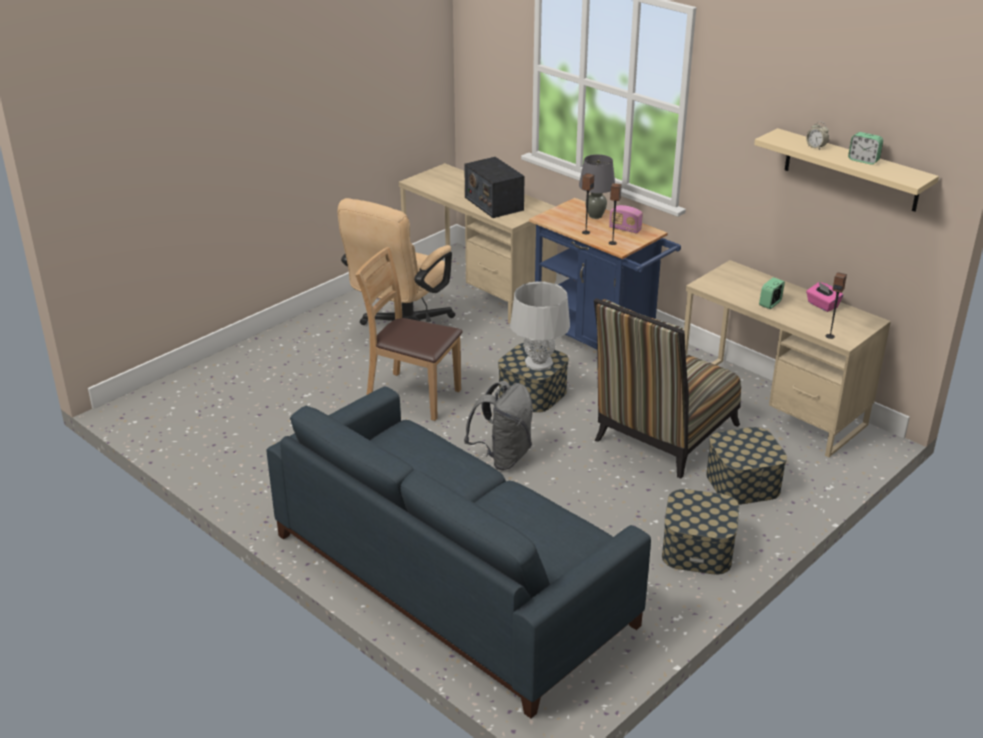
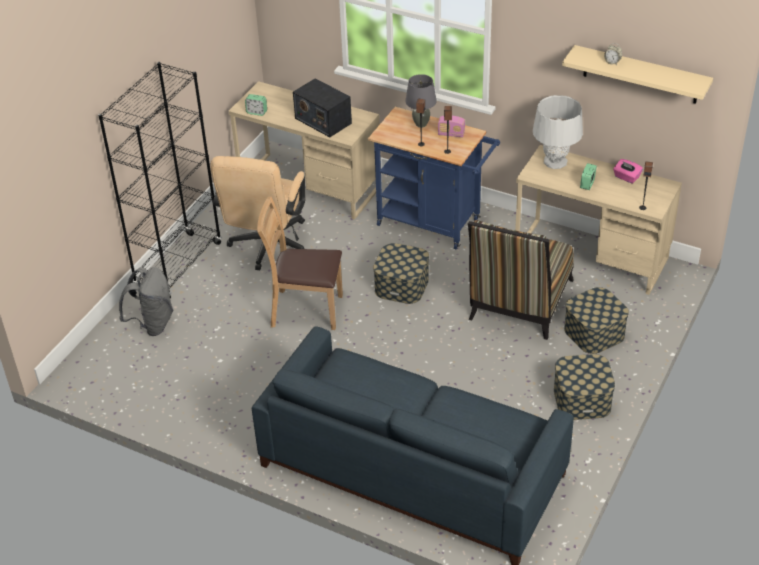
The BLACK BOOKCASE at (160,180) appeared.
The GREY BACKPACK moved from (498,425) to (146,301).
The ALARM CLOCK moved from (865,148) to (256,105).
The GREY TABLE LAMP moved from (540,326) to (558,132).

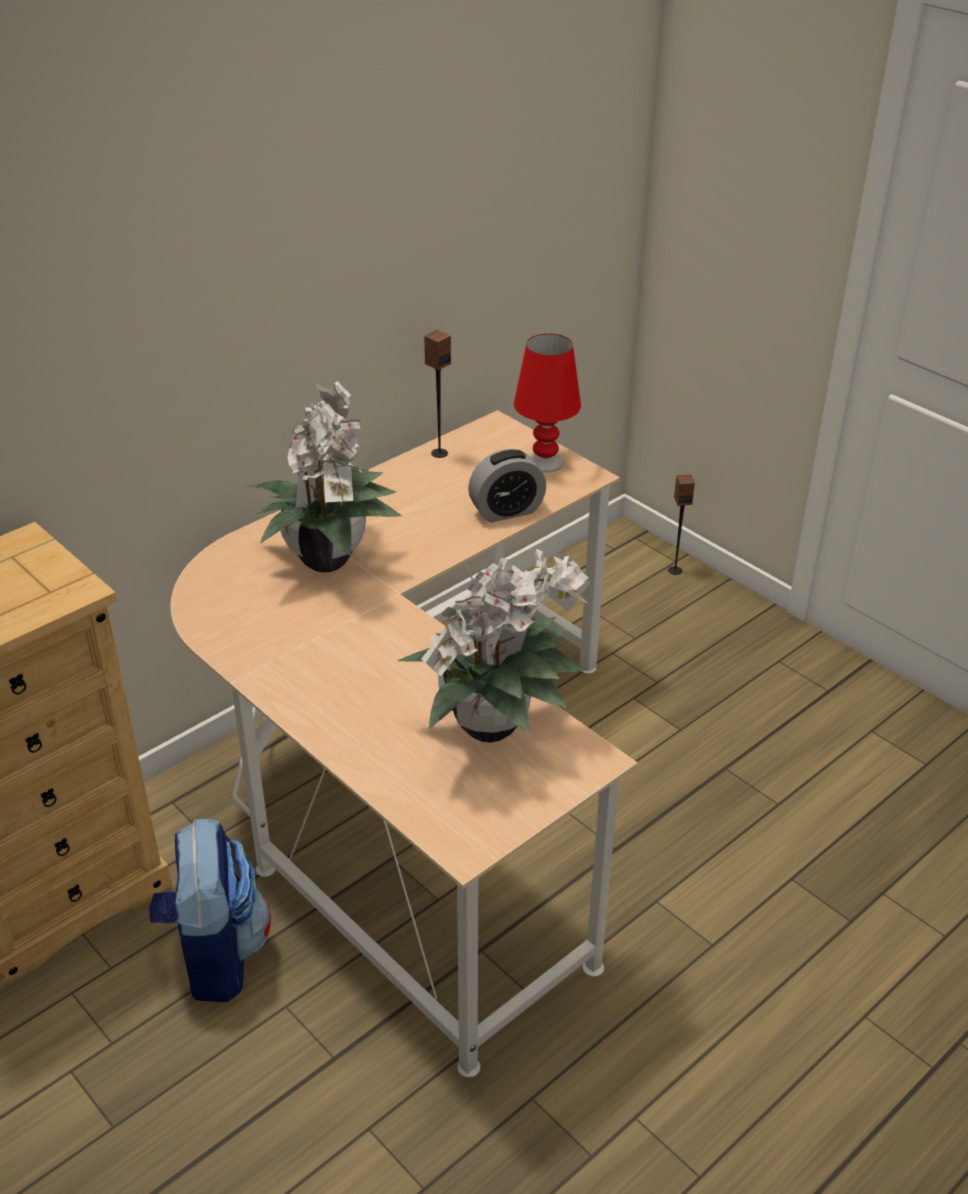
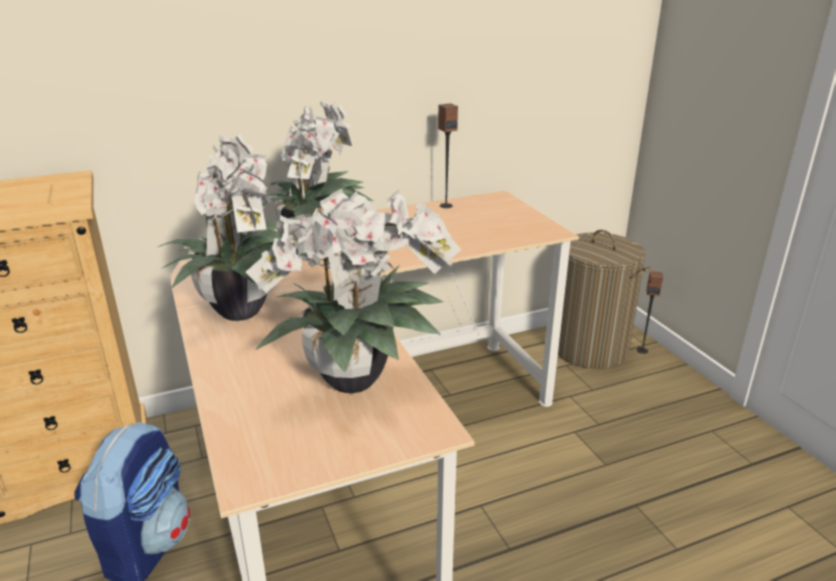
The POTTED PLANT at (232,227) appeared.
The LAUNDRY BASKET at (605,299) appeared.
The ALARM CLOCK at (507,486) disappeared.
The RED TABLE LAMP at (547,403) disappeared.

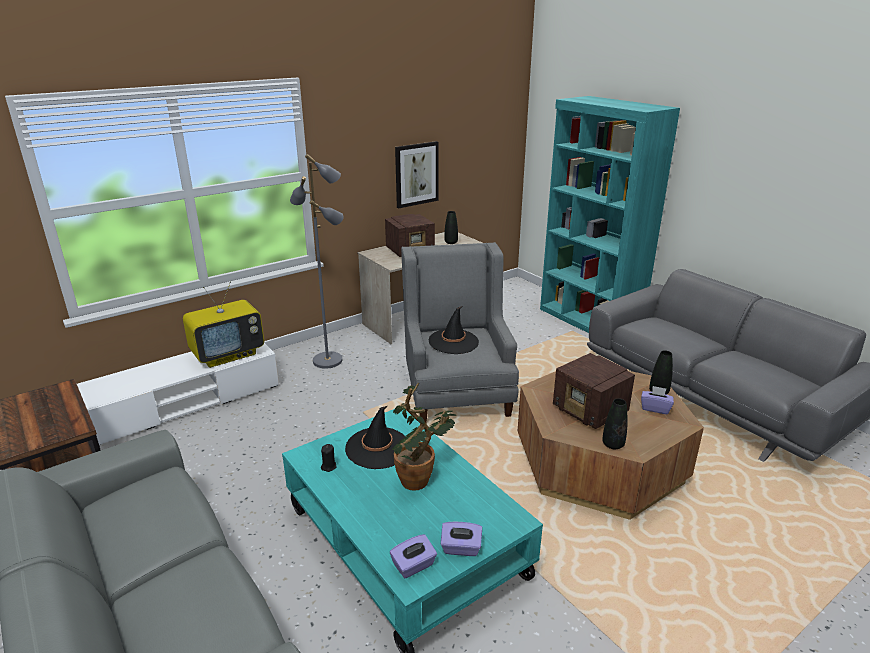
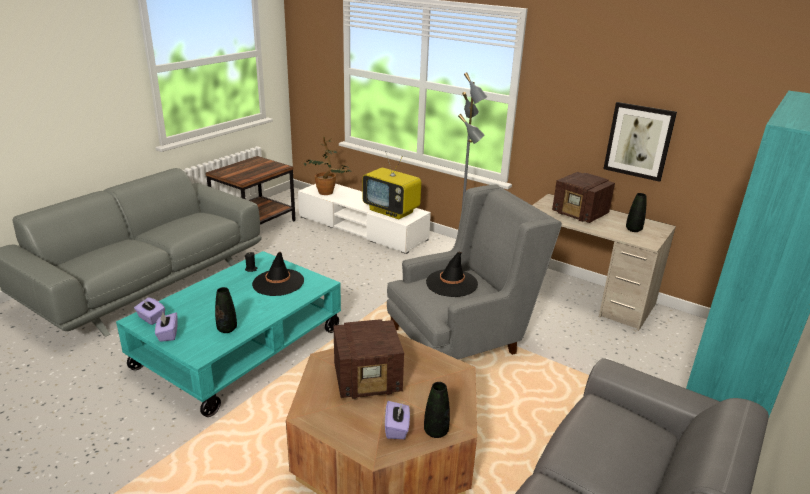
The BLACK VASE moved from (615,424) to (226,310).
The POTTED PLANT moved from (424,437) to (328,166).
The RADIO at (594,391) turned 135 degrees counterclockwise.

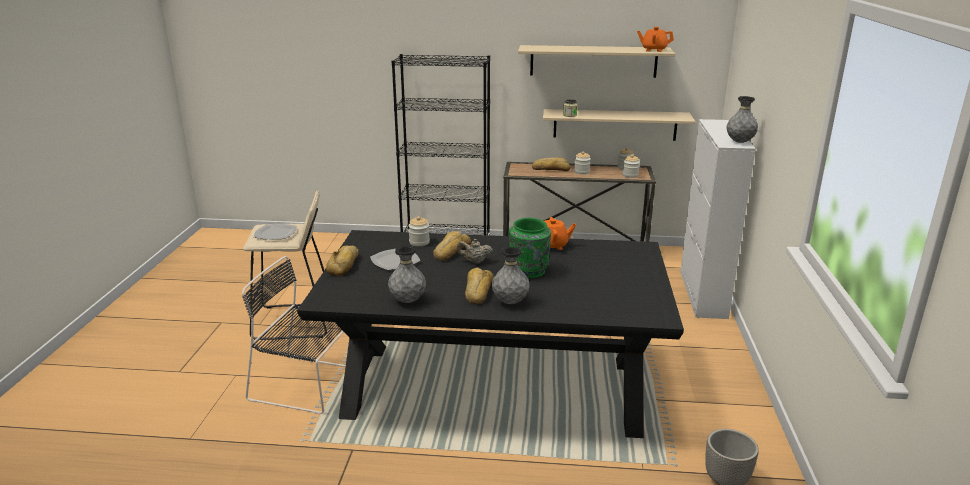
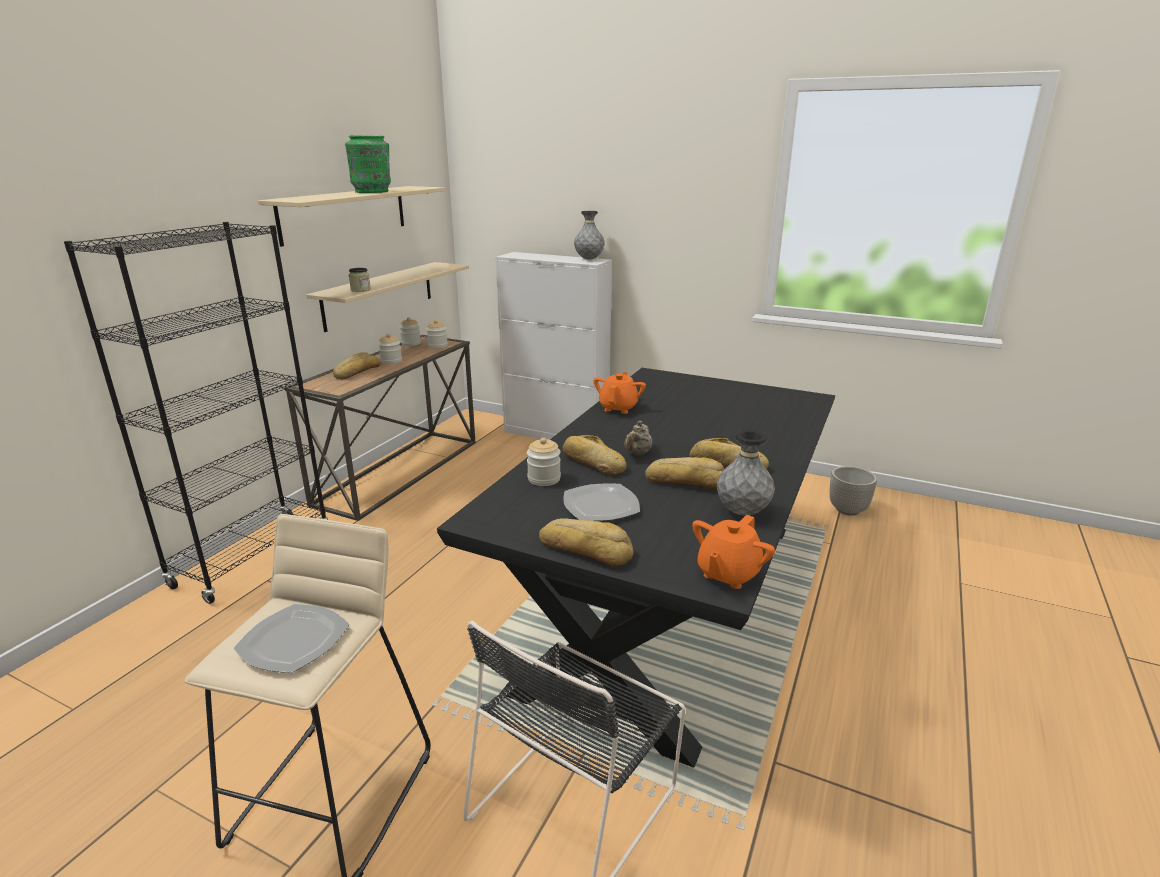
The GREEN VASE moved from (530,248) to (368,164).
The BREAD at (684,474) appeared.
The ORANGE TEAPOT moved from (655,39) to (733,551).
The GREY VASE at (511,275) disappeared.

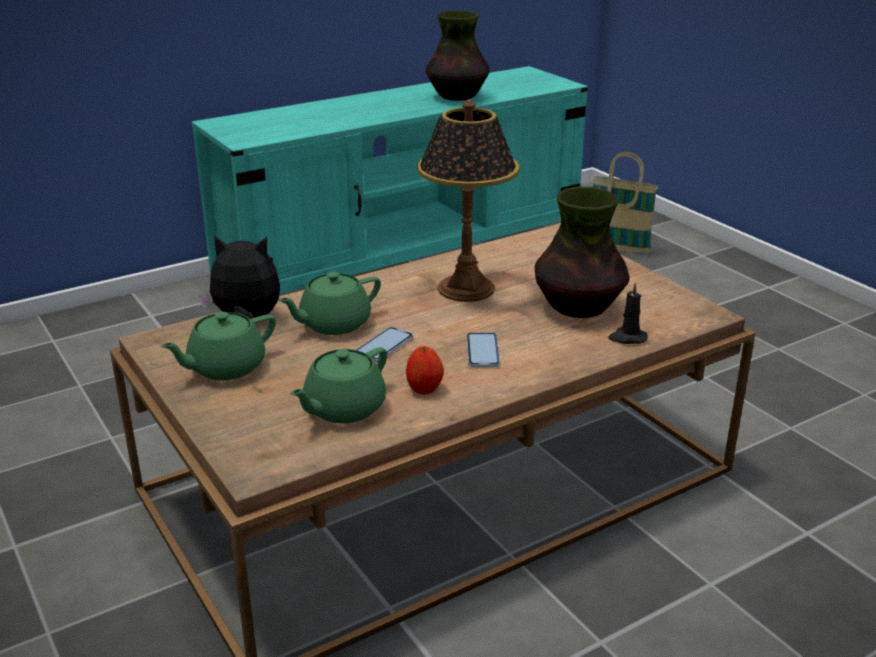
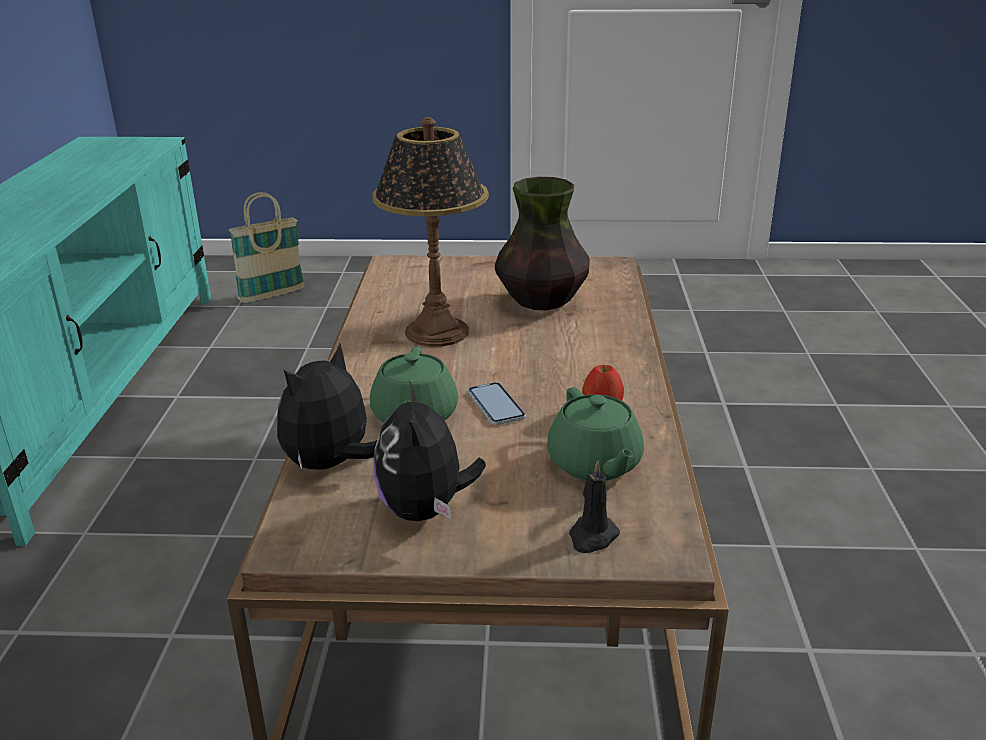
The GREEN TEAPOT at (218,346) was replaced by the PLUSH TOY at (429,451).
The BLACK CANDLE moved from (628,313) to (594,506).
The VASE at (458,56) disappeared.
The PHONE at (483,350) disappeared.

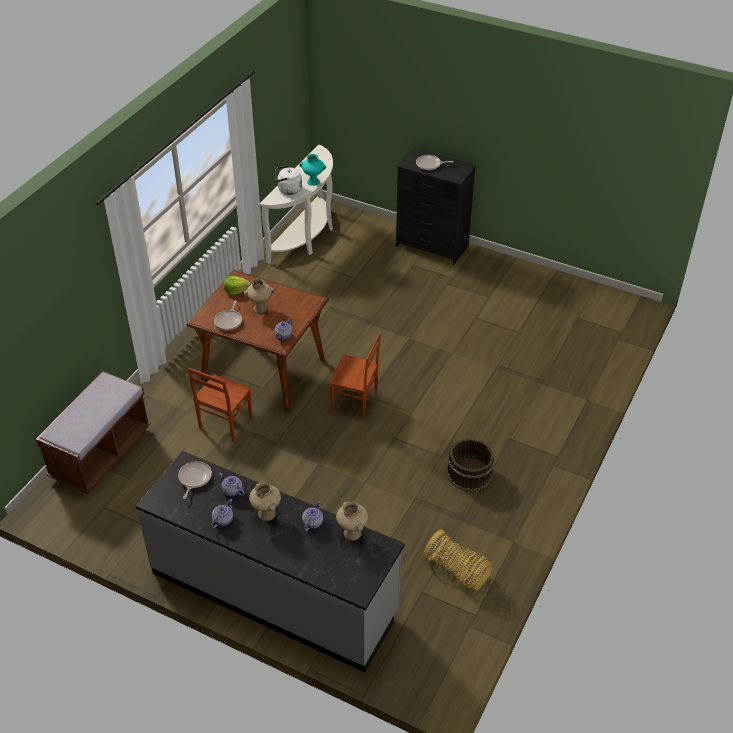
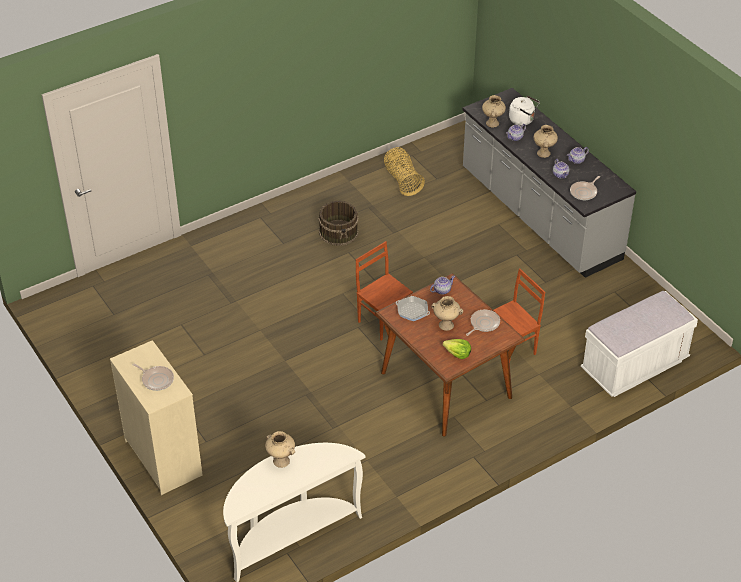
The BLACK DRESSER at (436,206) became the BEIGE DRESSER at (156,417).
The TURQUOISE VASE at (312,170) became the BEIGE VASE at (280,449).
The FRYING PAN at (413,308) appeared.
The WHITE KETTLE moved from (288,180) to (524,111).
The BROWN BENCH at (93,432) became the WHITE BENCH at (639,344).

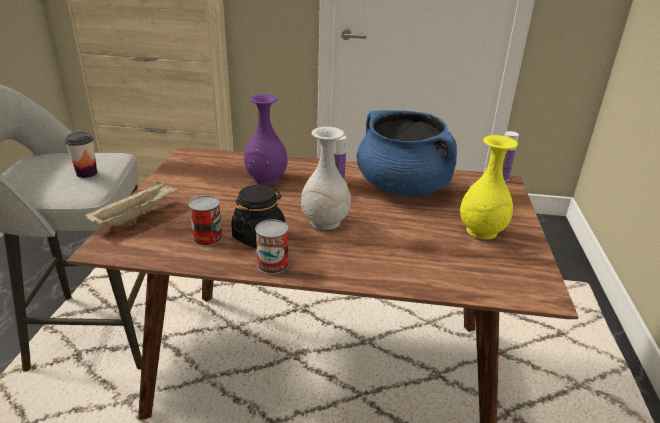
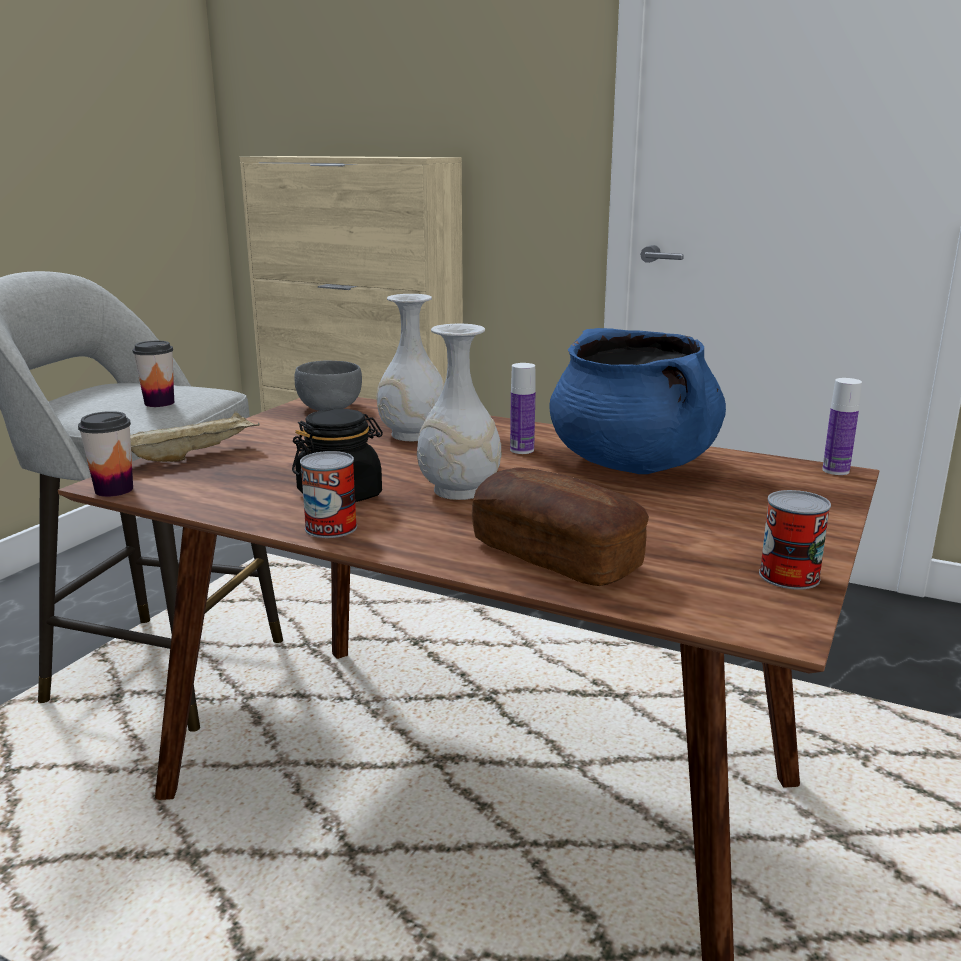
The CUP at (105,454) appeared.
The GREY BOWL at (328,386) appeared.
The PURPLE VASE at (266,139) became the WHITE VASE at (410,367).
The BREAD at (560,526) appeared.
The CAN moved from (206,220) to (795,540).
The YELLOW VASE at (489,187) disappeared.

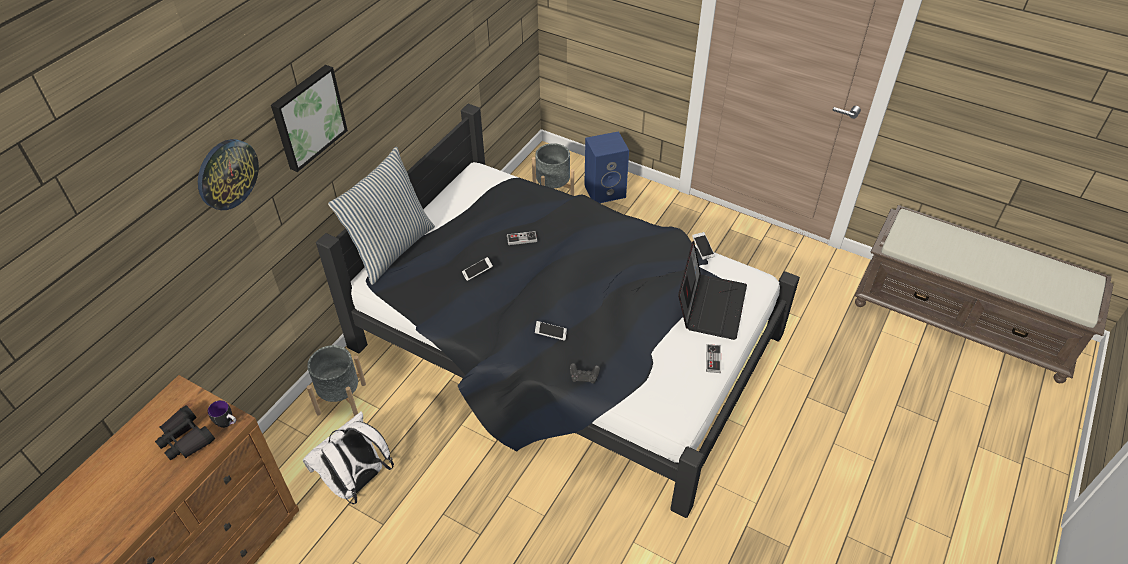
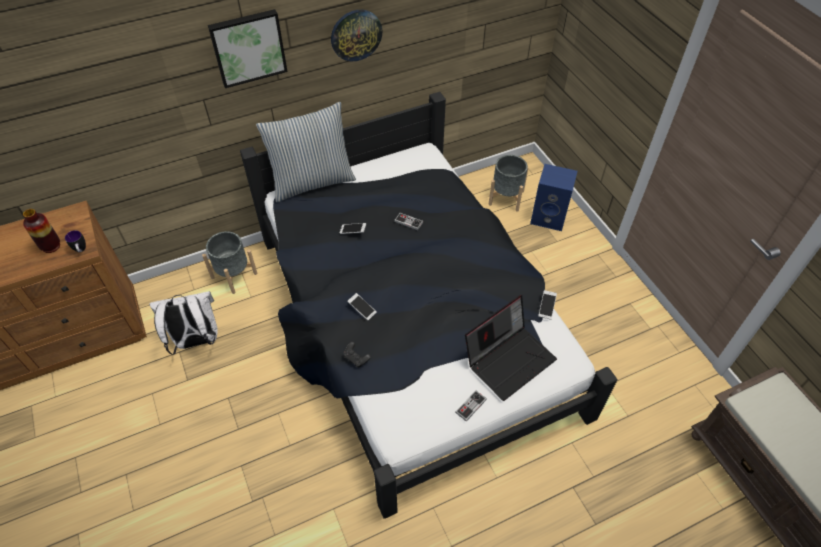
The BLACK BINOCULARS at (185,432) was replaced by the VASE at (41,231).
The WALL CLOCK moved from (228,174) to (356,35).

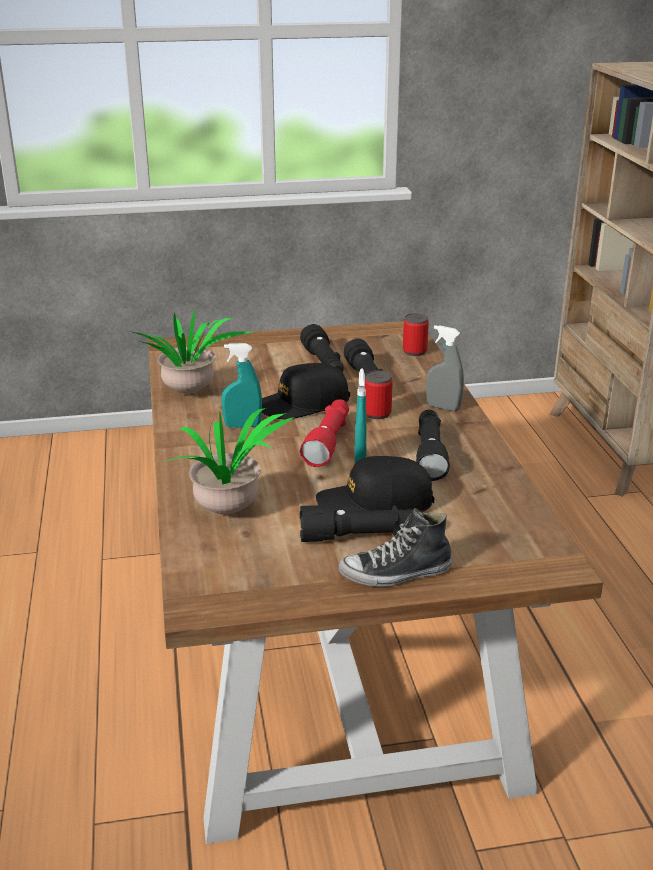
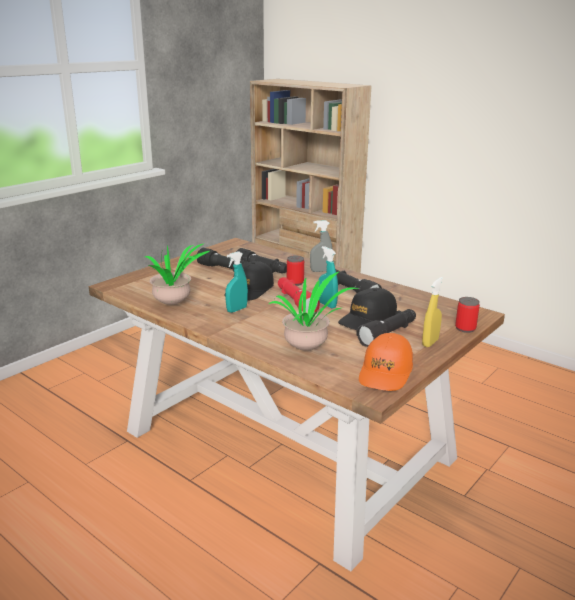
The ORANGE CAP at (386,362) appeared.
The SHOE at (395,547) was replaced by the YELLOW SPRAY BOTTLE at (432,312).
The CAN moved from (416,334) to (467,315).

